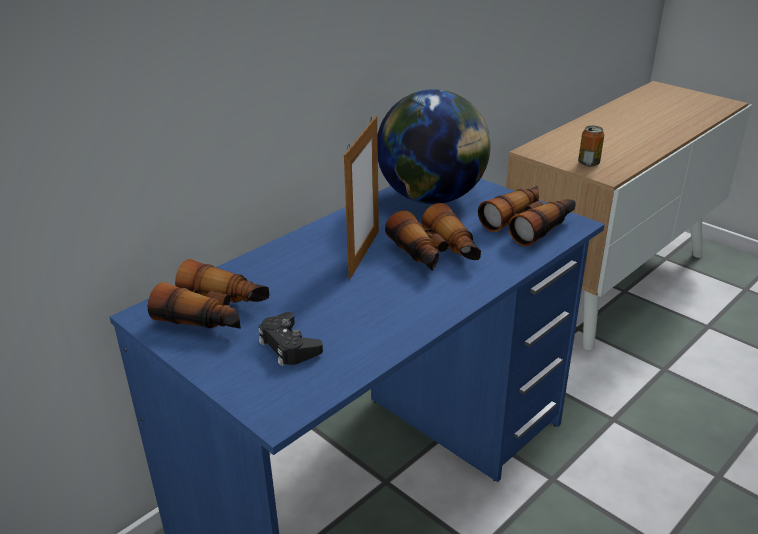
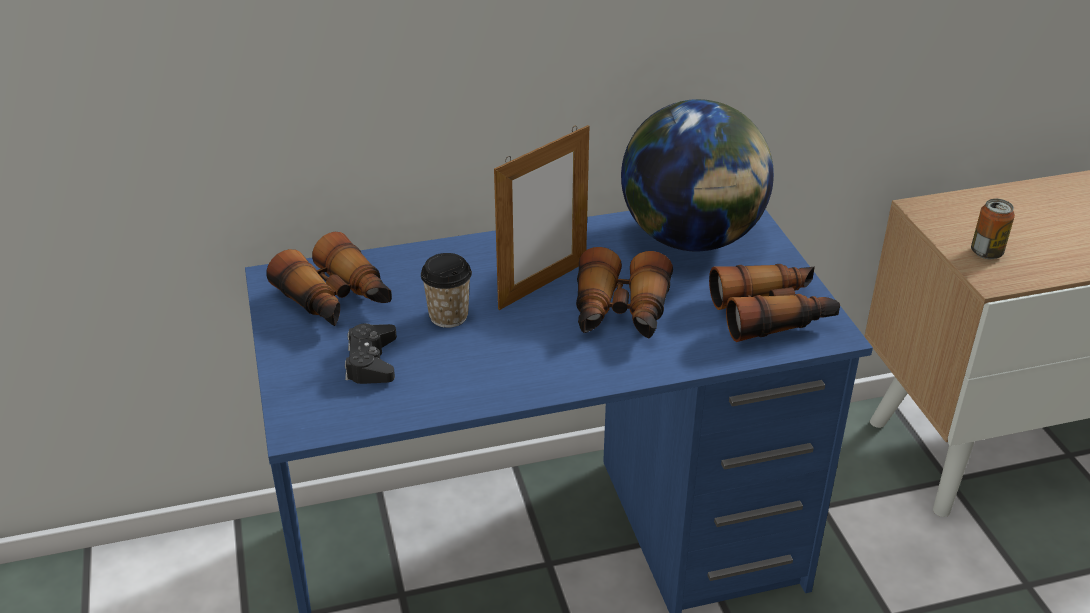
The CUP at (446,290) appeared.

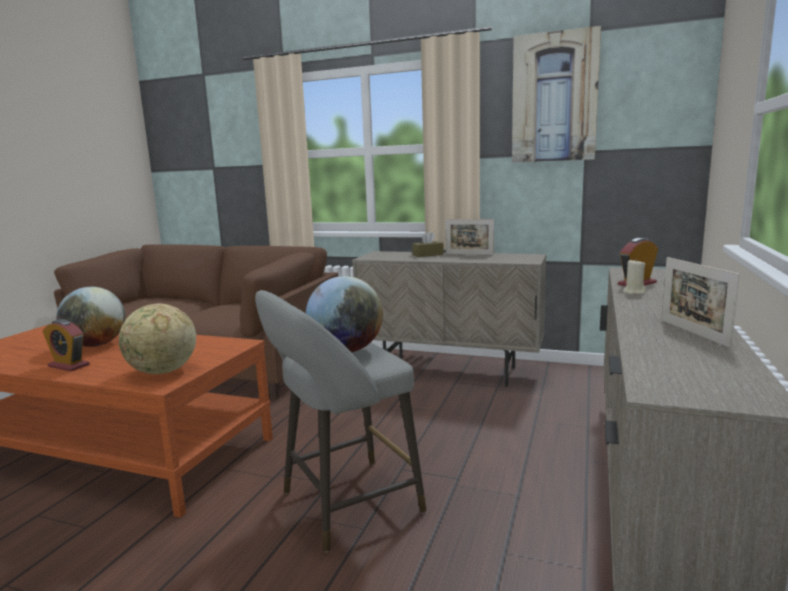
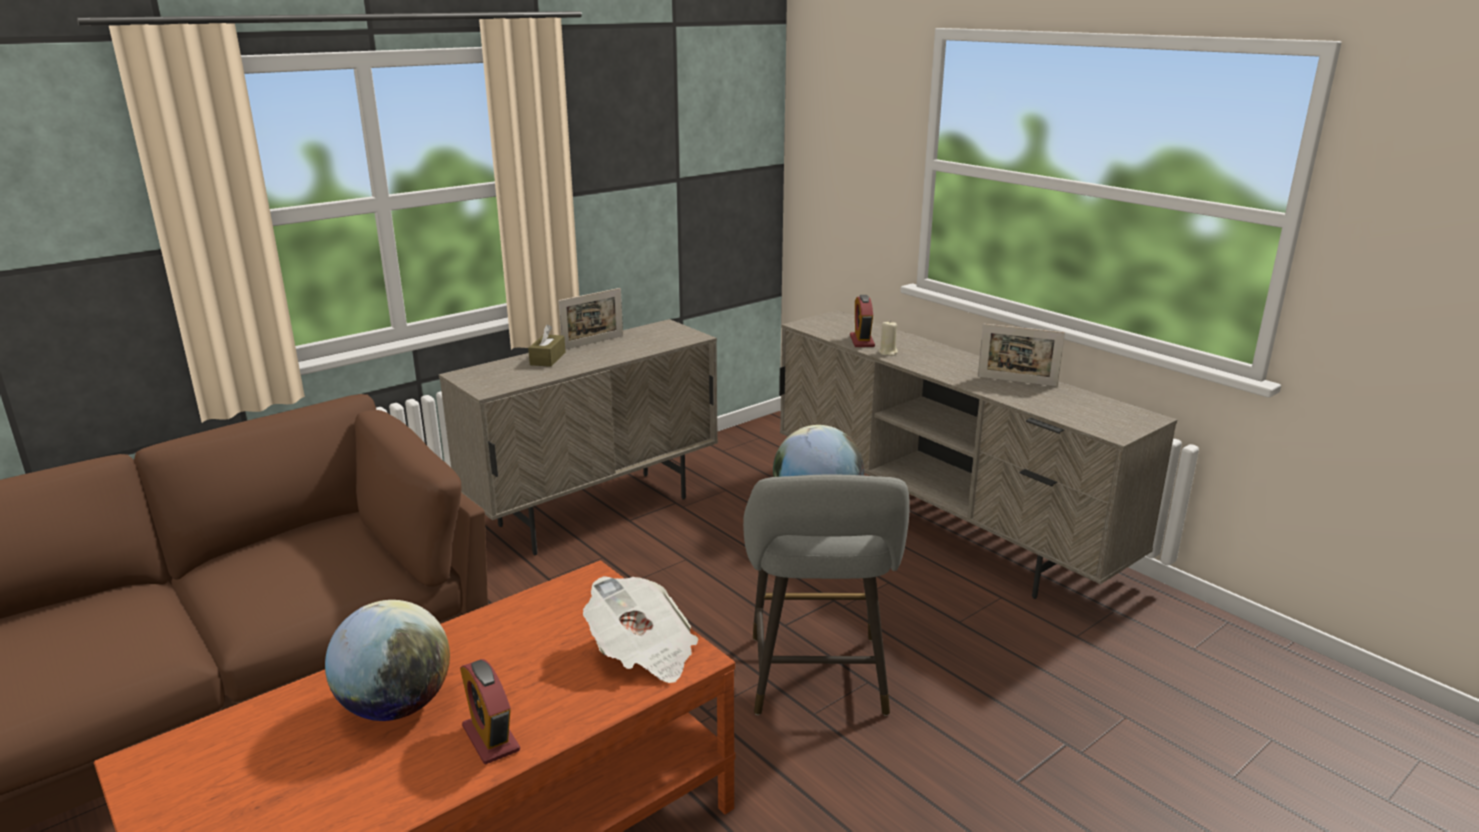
The ALARM CLOCK at (66,345) turned 90 degrees clockwise.
The GLOBE at (157,339) was replaced by the NEWSPAPER at (640,629).
The PICTURE at (556,94) disappeared.

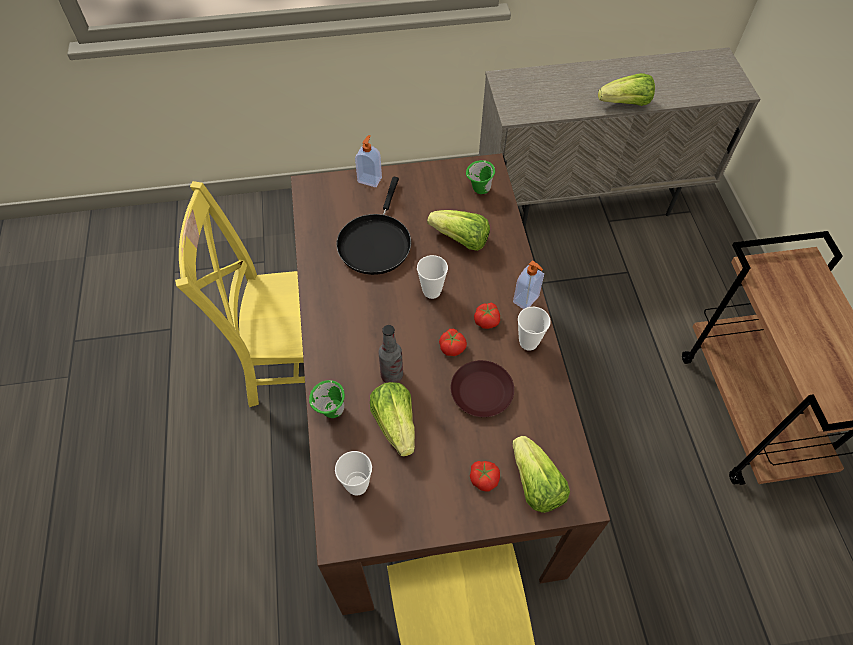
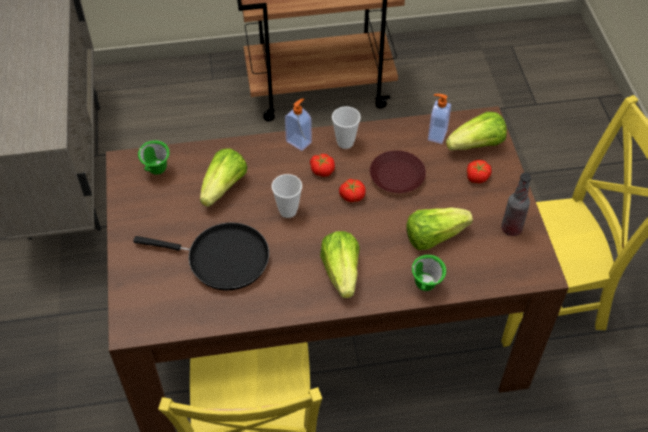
The LETTUCE moved from (626,89) to (340,264).
The SOAP DISPENSER moved from (368,161) to (439,119).
The BOTTLE moved from (391,354) to (516,204).
The CUP at (353,473) disappeared.

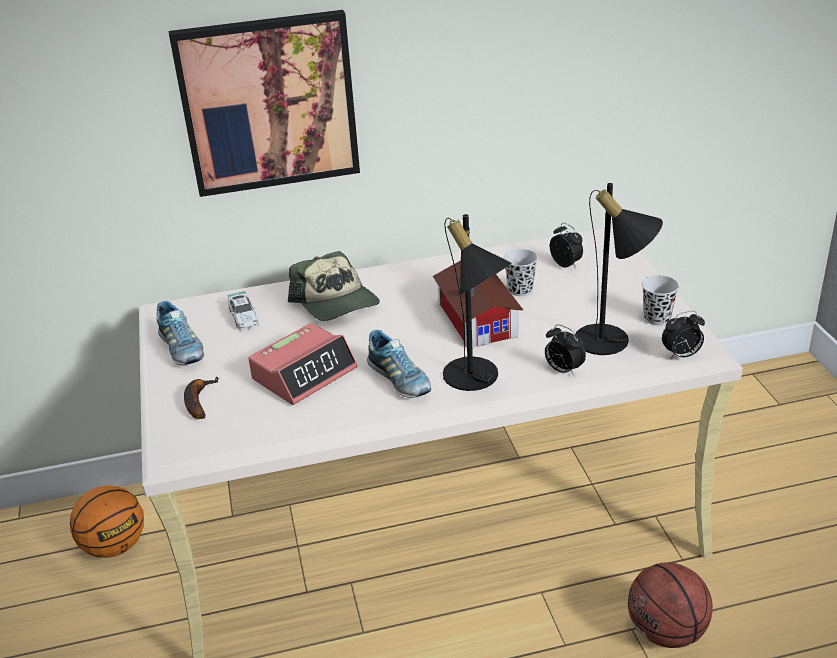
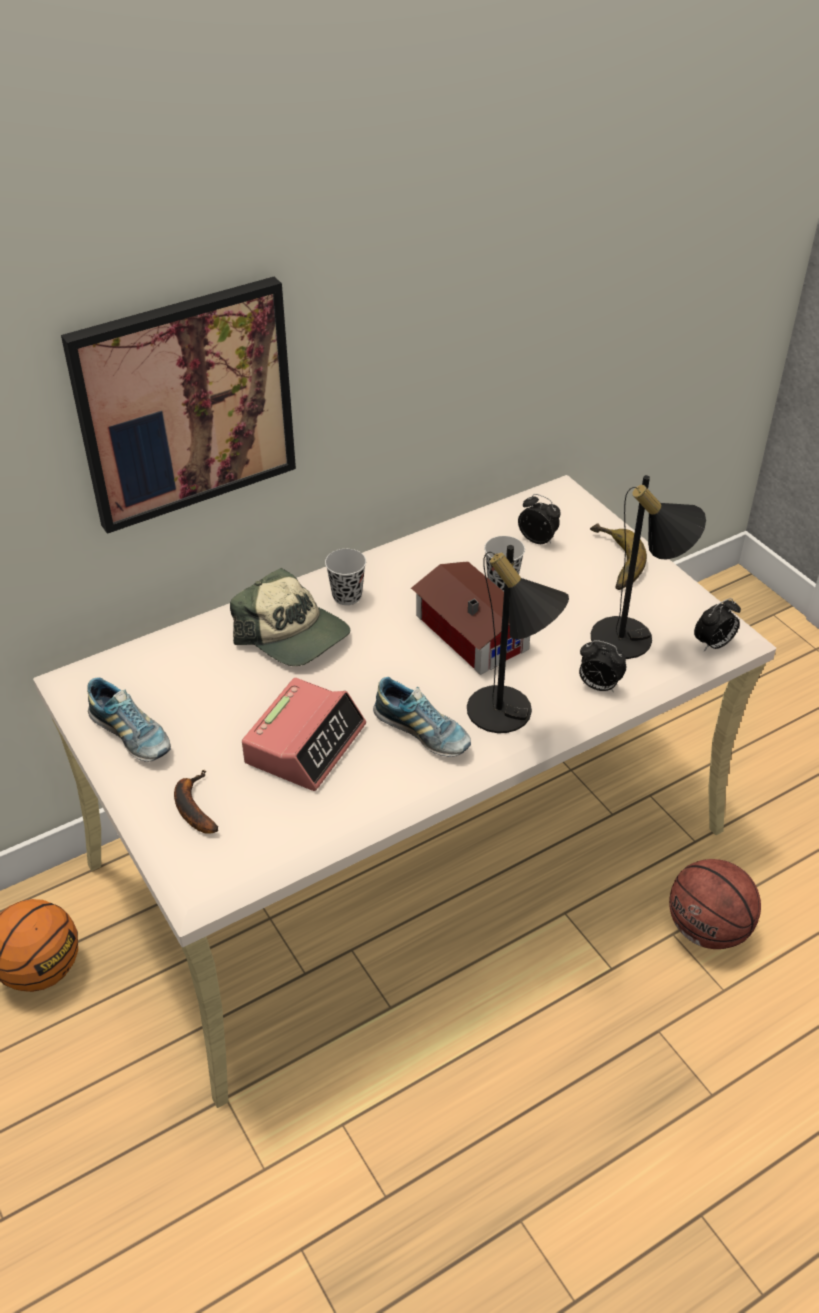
The BLACK CUP moved from (660,300) to (345,577).
The BANANA at (618,556) appeared.
The TOY CAR at (243,310) disappeared.

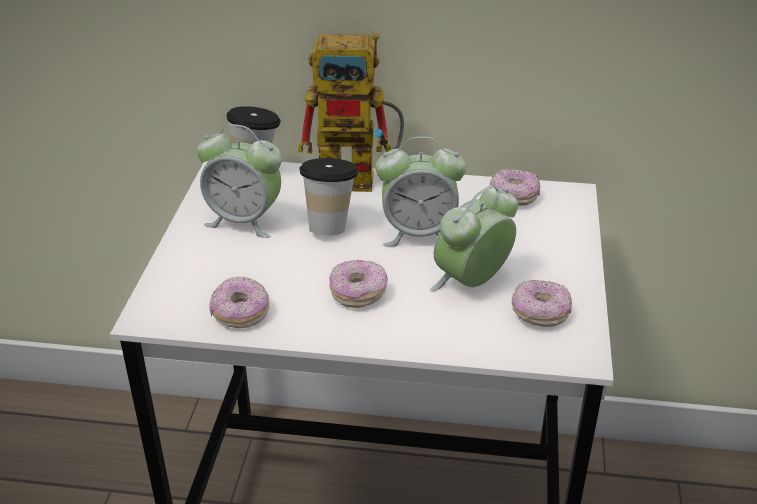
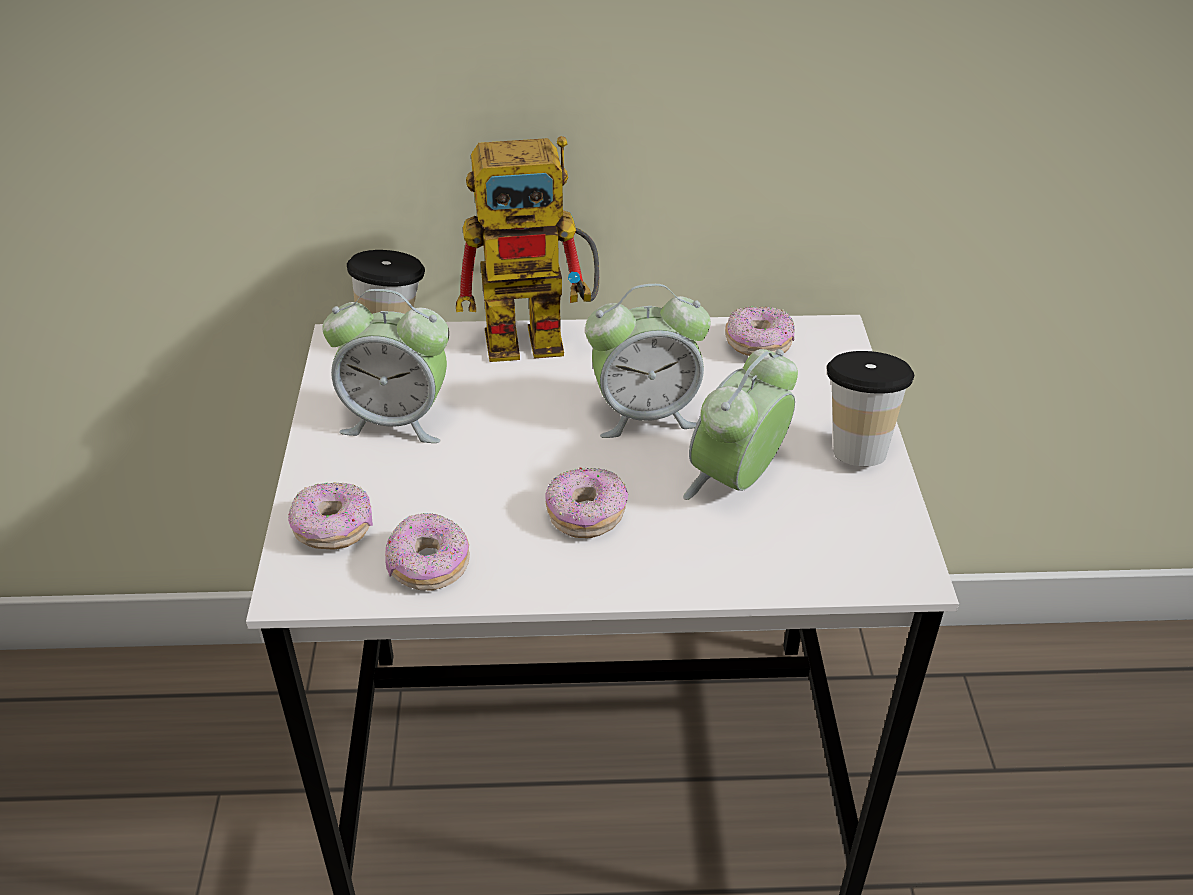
The DONUT moved from (542,303) to (330,516).
The CUP moved from (328,197) to (870,408).

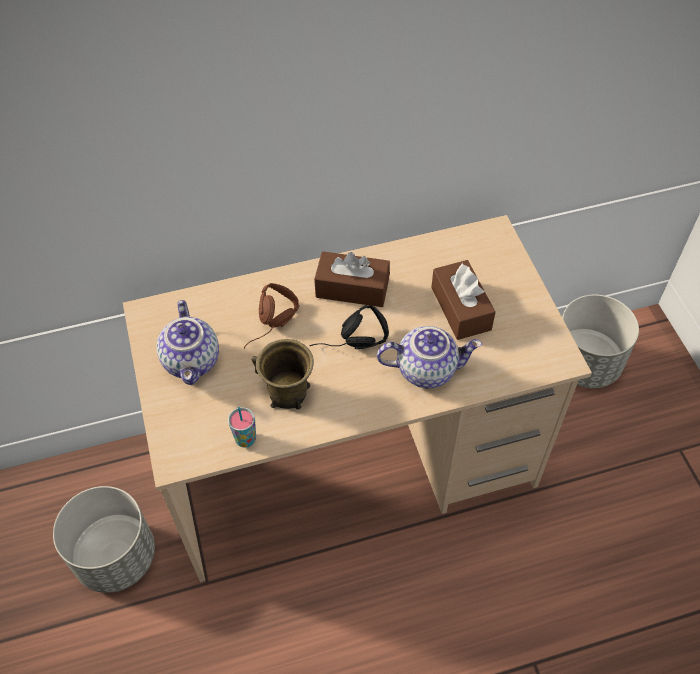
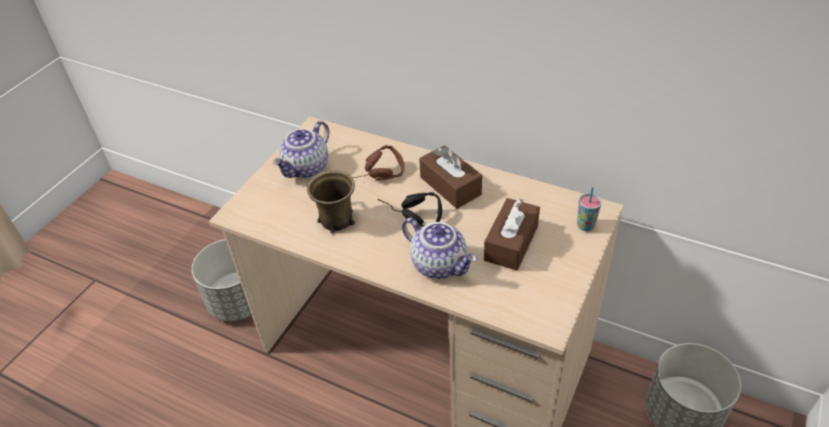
The CUP moved from (242,427) to (589,209).

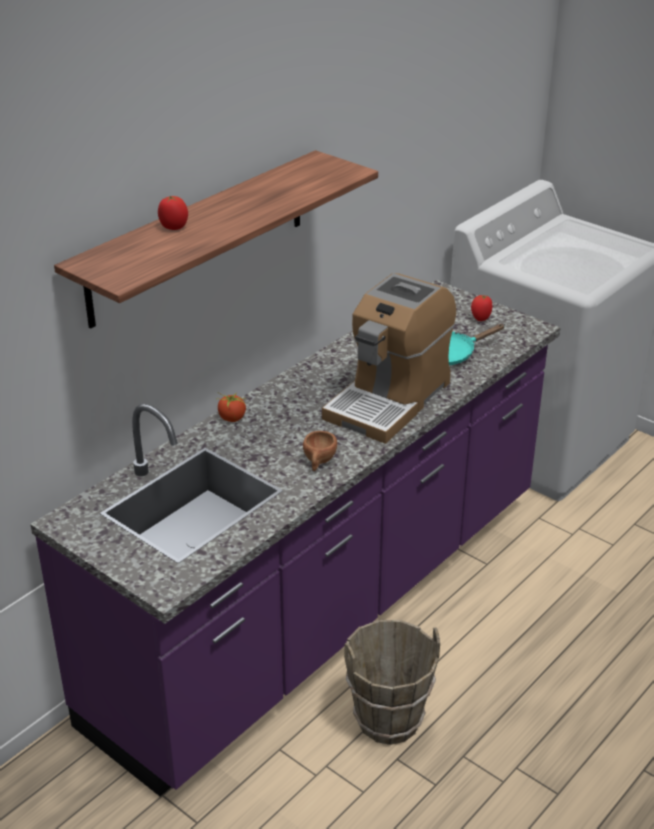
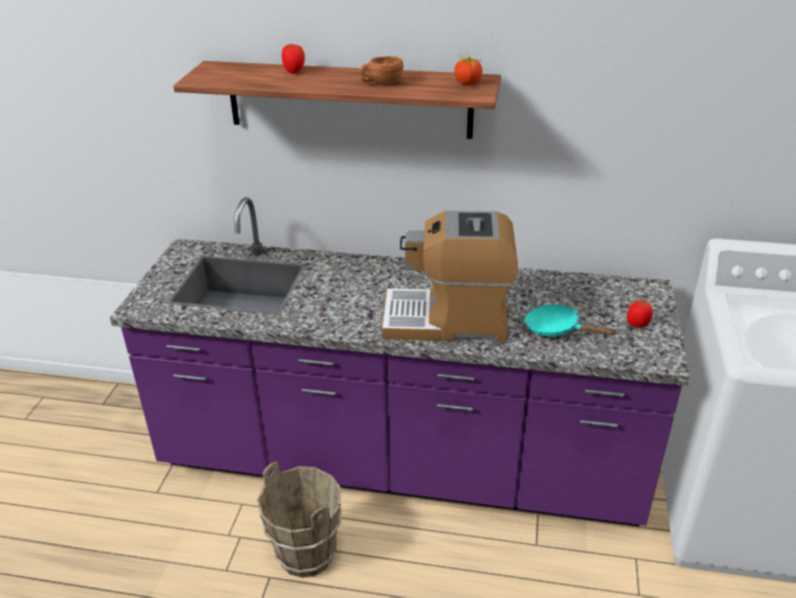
The BROWN CUP moved from (320,451) to (382,70).
The TOMATO moved from (231,407) to (468,69).

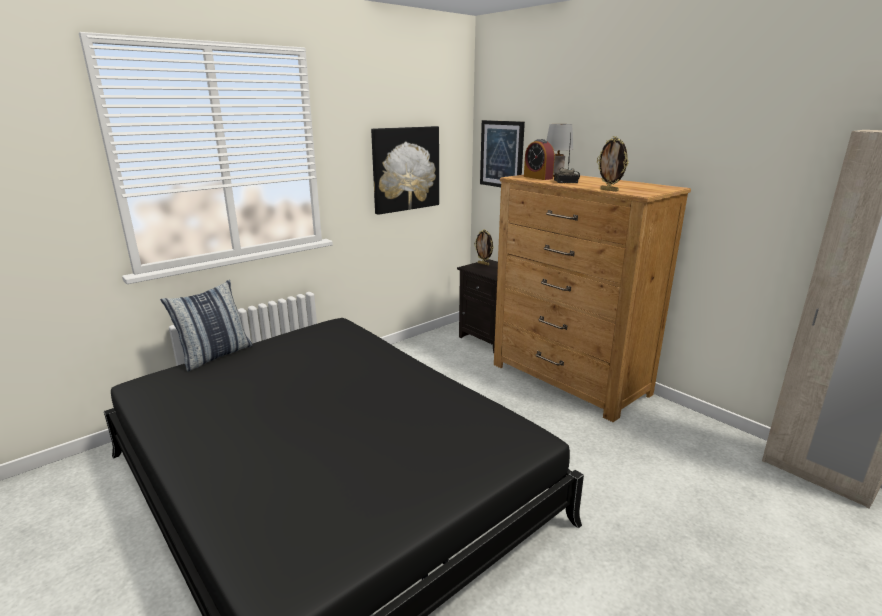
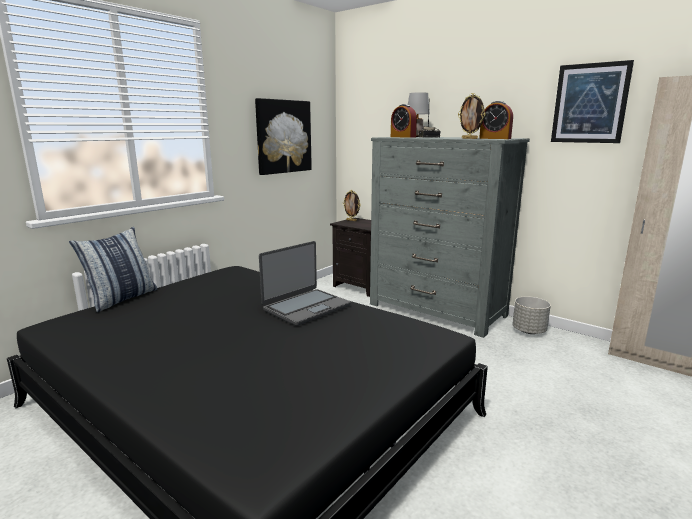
The LAPTOP at (305,283) appeared.
The BROWN DRESSER at (592,298) became the GREY DRESSER at (450,237).
The ALARM CLOCK at (496,120) appeared.
The GREY PLANTER at (532,315) appeared.
The PICTURE moved from (502,153) to (592,101).

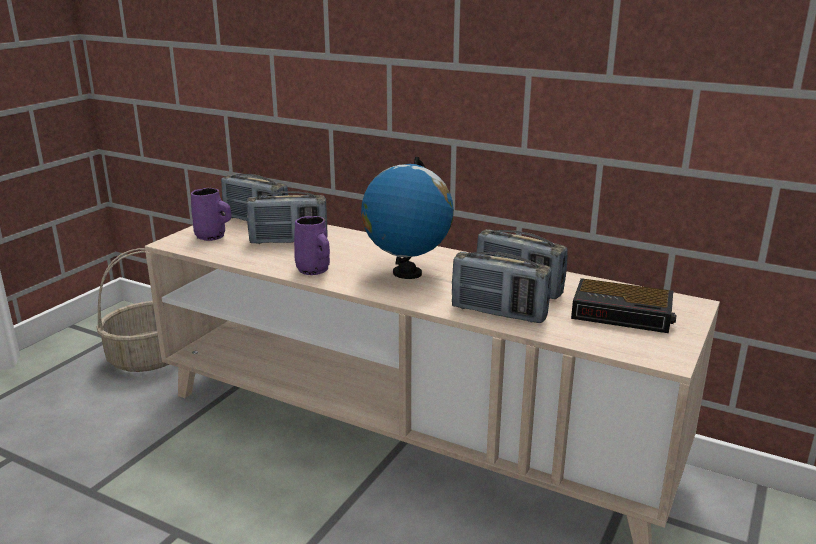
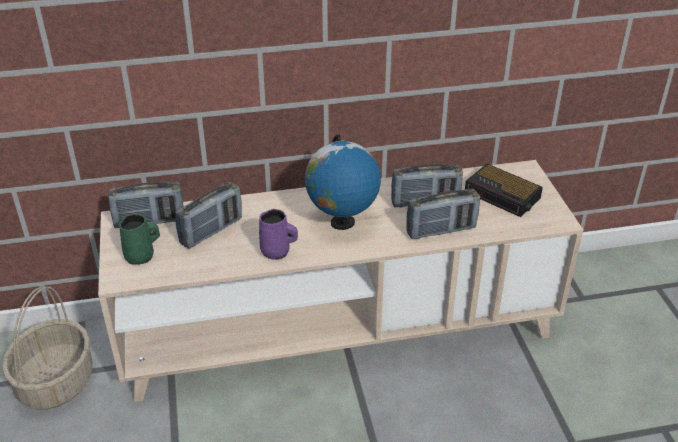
The PURPLE MUG at (211,214) became the GREEN MUG at (139,239).
The ALARM CLOCK at (624,305) turned 60 degrees clockwise.

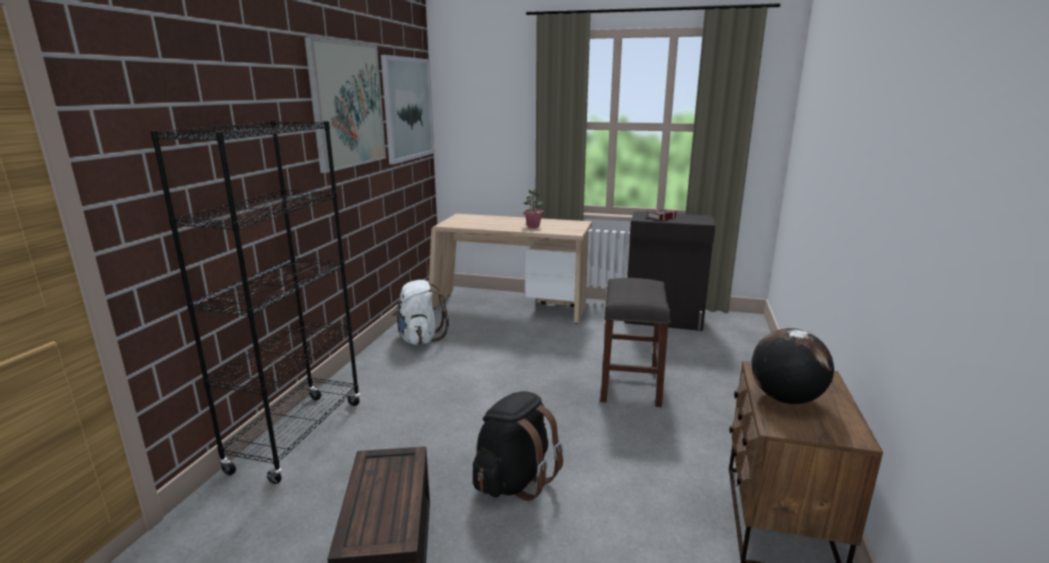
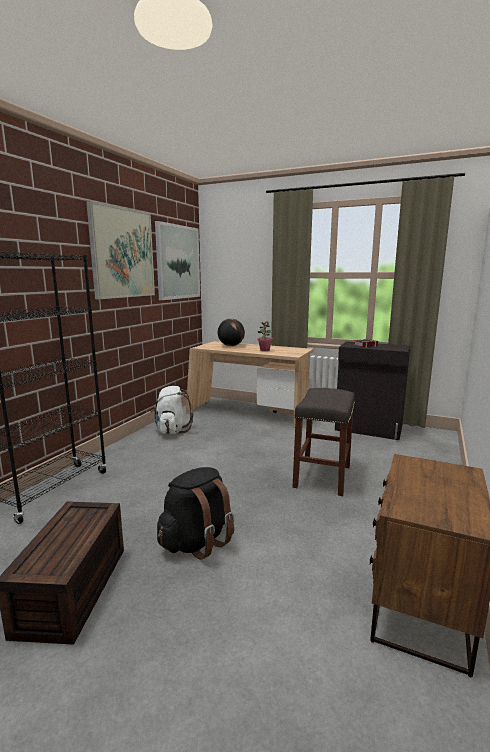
The GLOBE moved from (792,366) to (231,332).

